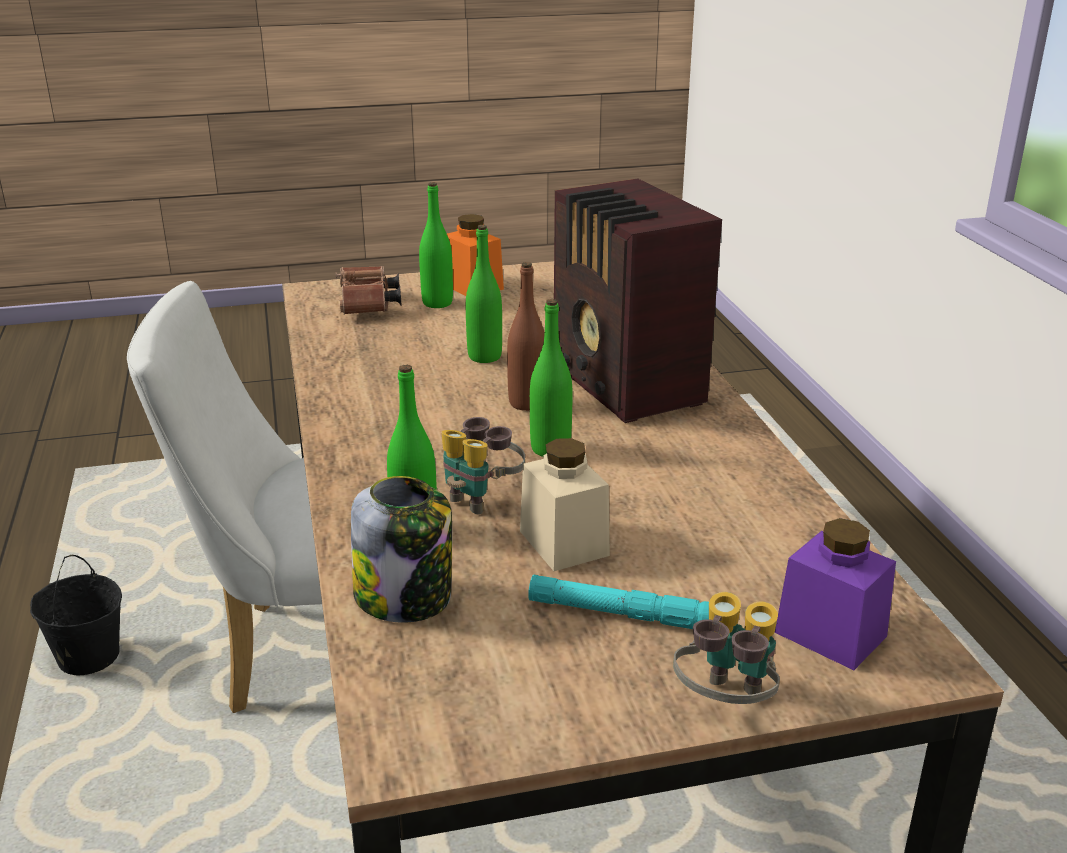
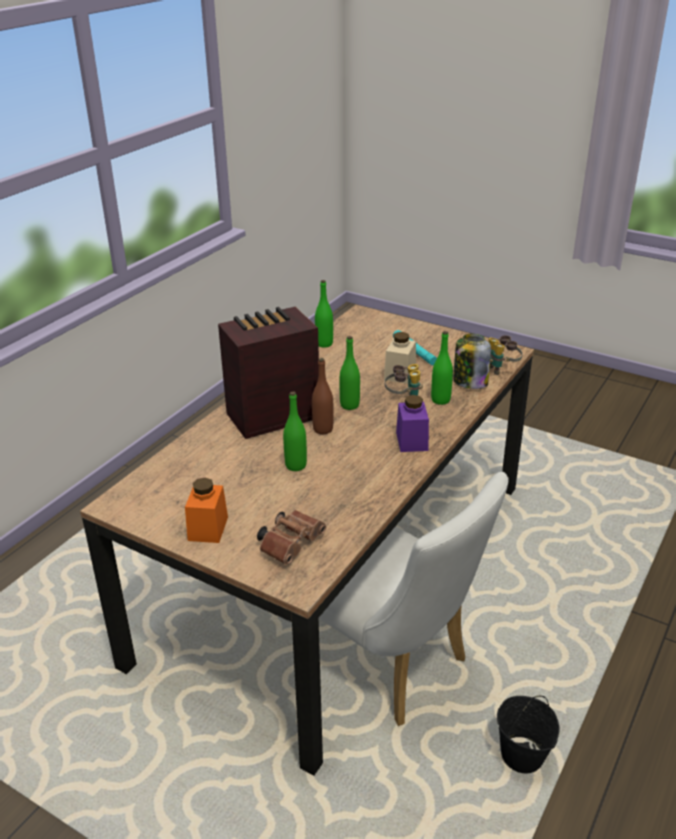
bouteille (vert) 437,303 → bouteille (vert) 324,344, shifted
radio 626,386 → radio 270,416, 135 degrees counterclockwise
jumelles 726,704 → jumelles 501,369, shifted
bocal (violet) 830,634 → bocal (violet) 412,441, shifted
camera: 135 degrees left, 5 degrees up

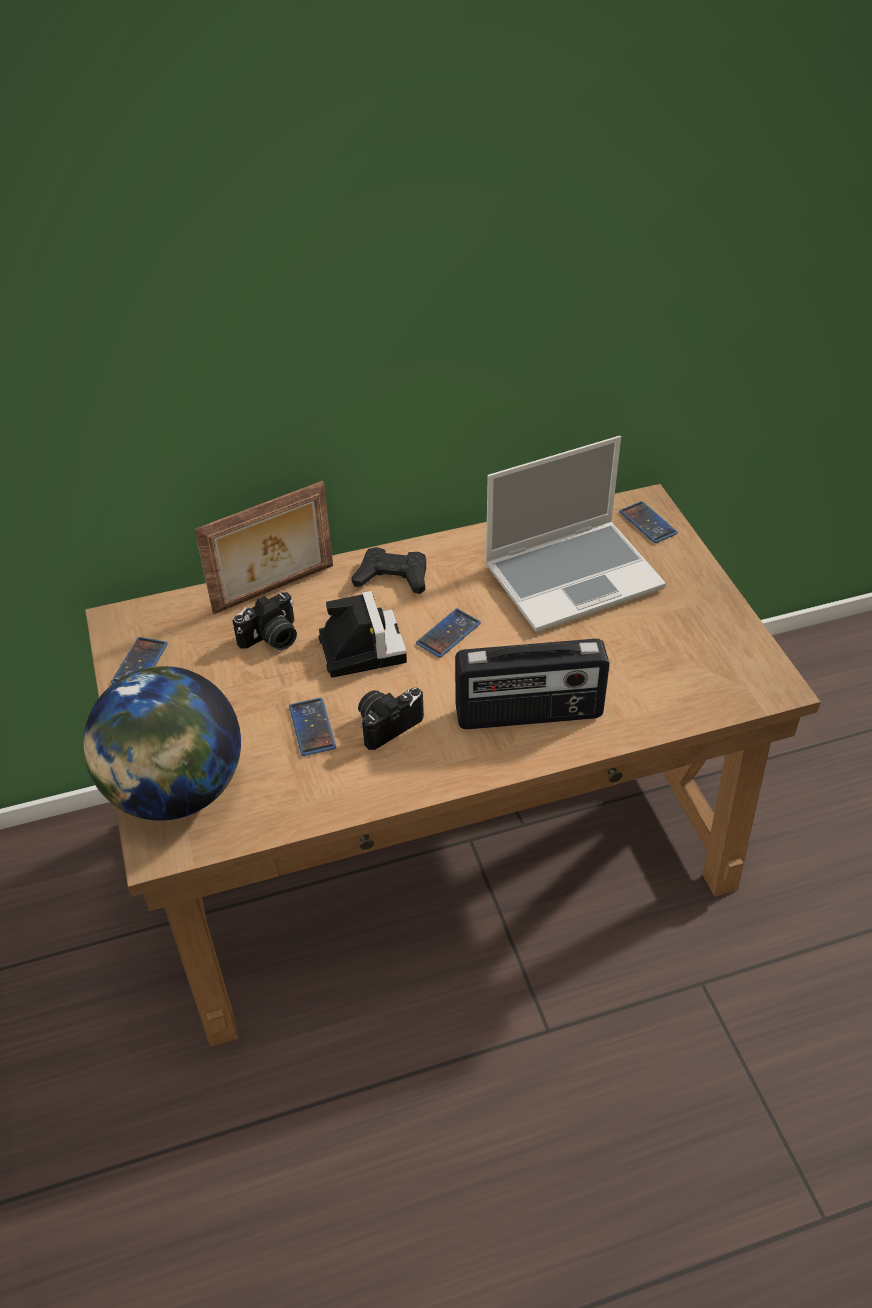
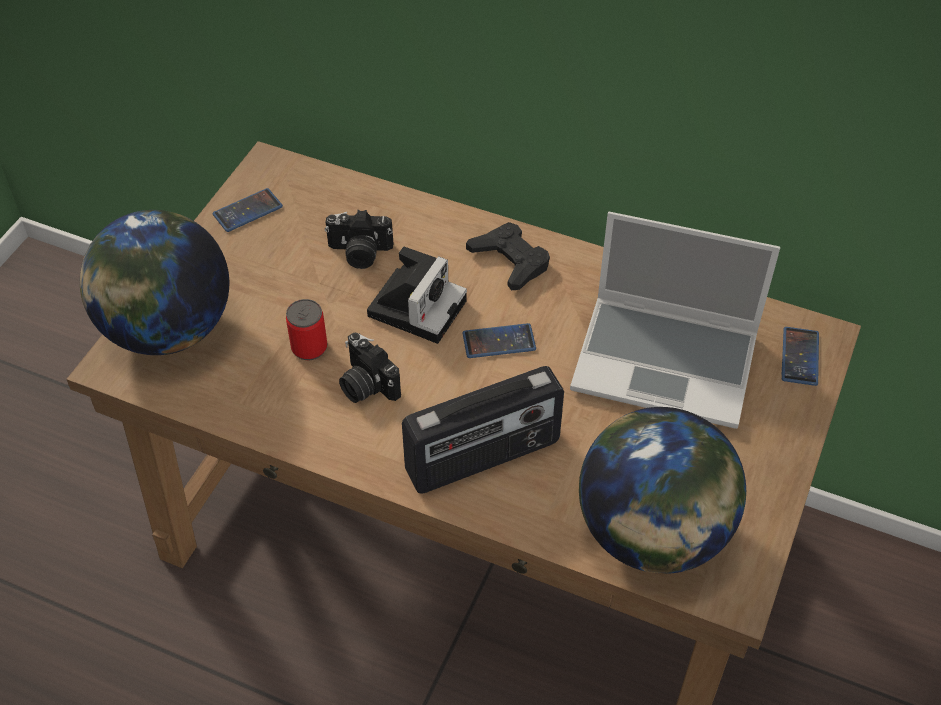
cadre photo 275,590 → -
téléphone 312,727 → boîte métallique 309,348
appareil photo 387,724 → appareil photo 366,385, 135 degrees counterclockwise
radio 529,714 → radio 483,458, 60 degrees counterclockwise
- → globe 653,533
camera: 40 degrees right, 5 degrees up

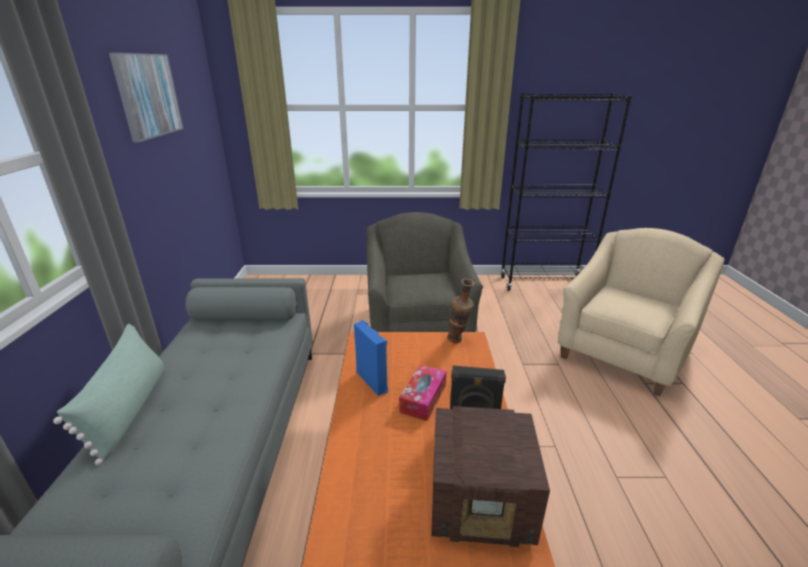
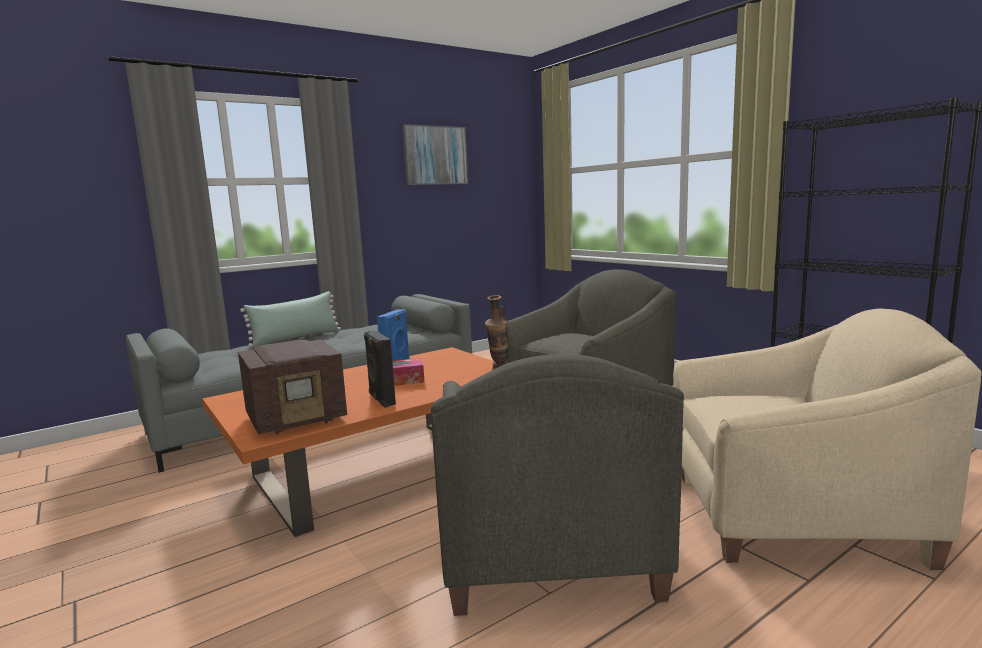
radio 482,503 → radio 298,418, 90 degrees counterclockwise
- → fauteuil (gris) 545,546
camera: 55 degrees right, 15 degrees down

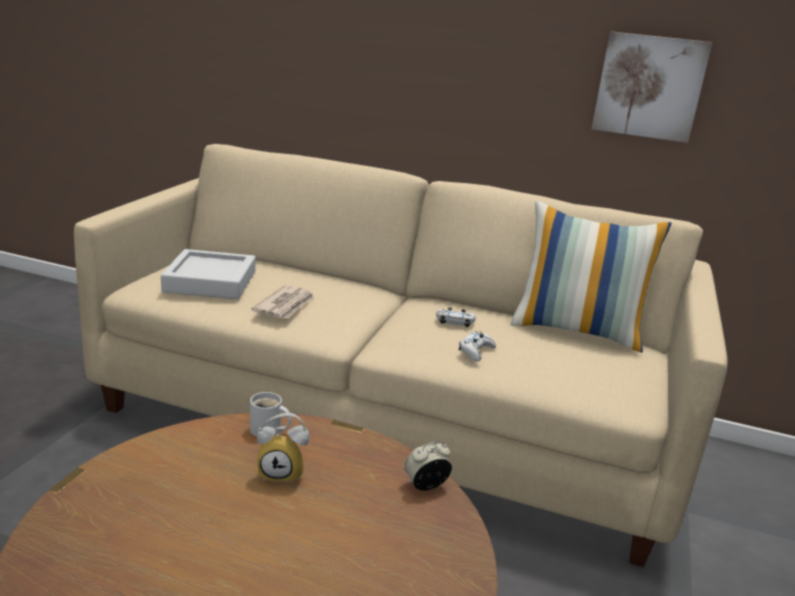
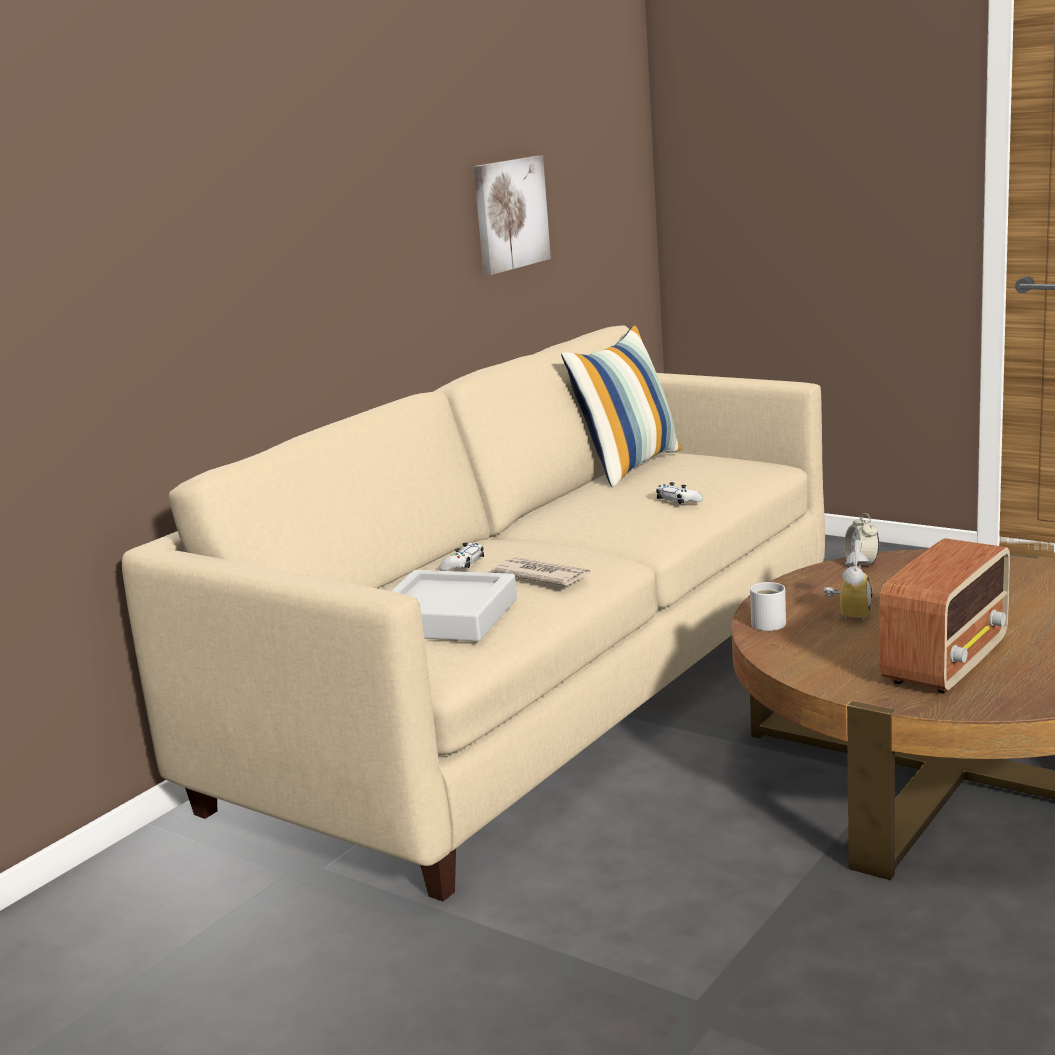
manette (blanc) 454,322 → manette (blanc) 463,564, shifted
- → radio 946,662
camera: 70 degrees left, 5 degrees down

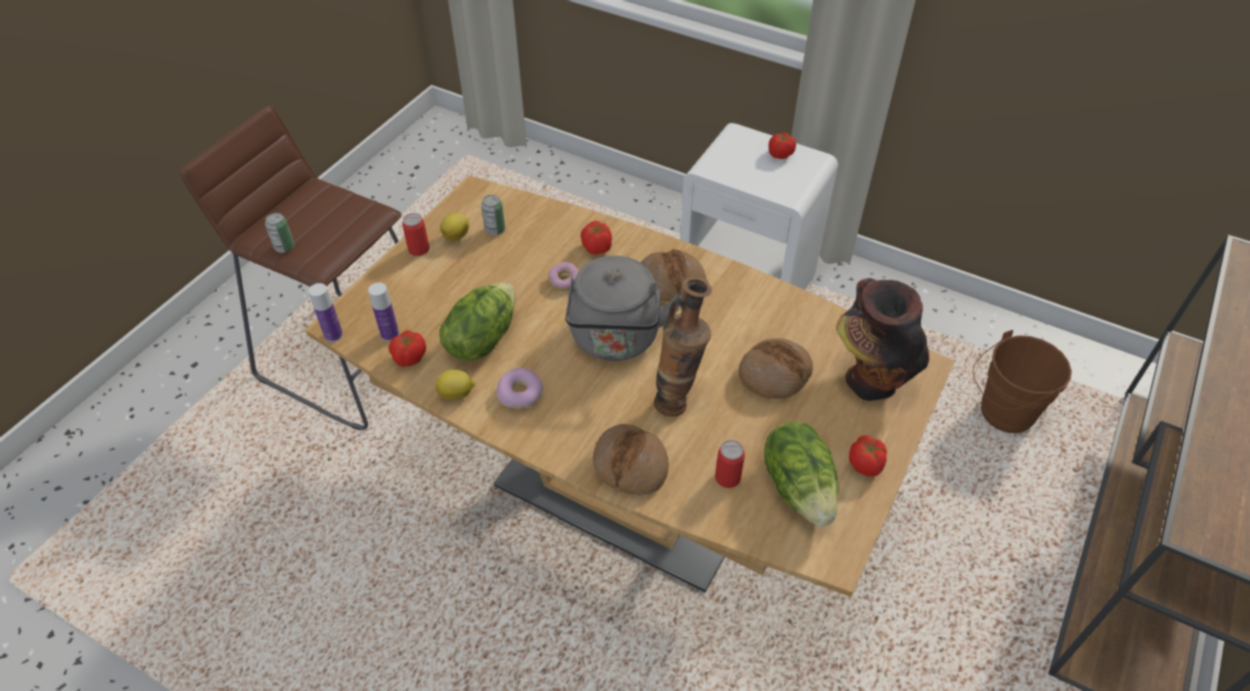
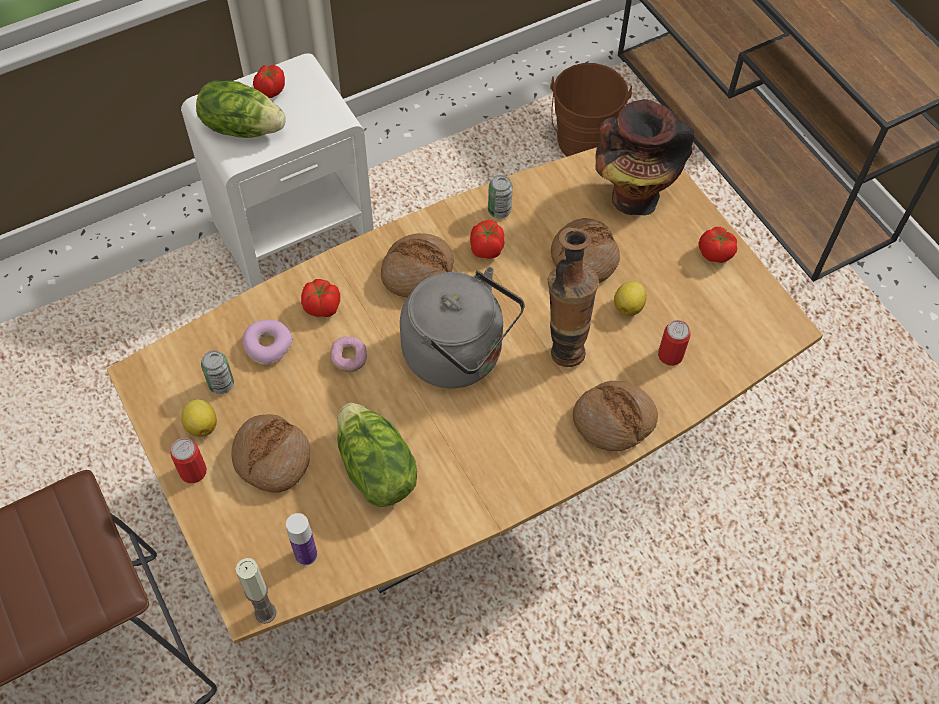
boîte métallique 284,247 → boîte métallique 499,210, shifted
bouteille 333,335 → bougie 265,613
tomate 409,358 → tomate 486,249, shifted
citron 457,394 → citron 629,306, shifted
beignet 520,393 → beignet 268,345, shifted
laitue 799,487 → laitue 242,127, shifted
- → pain 271,458
camera: 60 degrees left, 10 degrees up

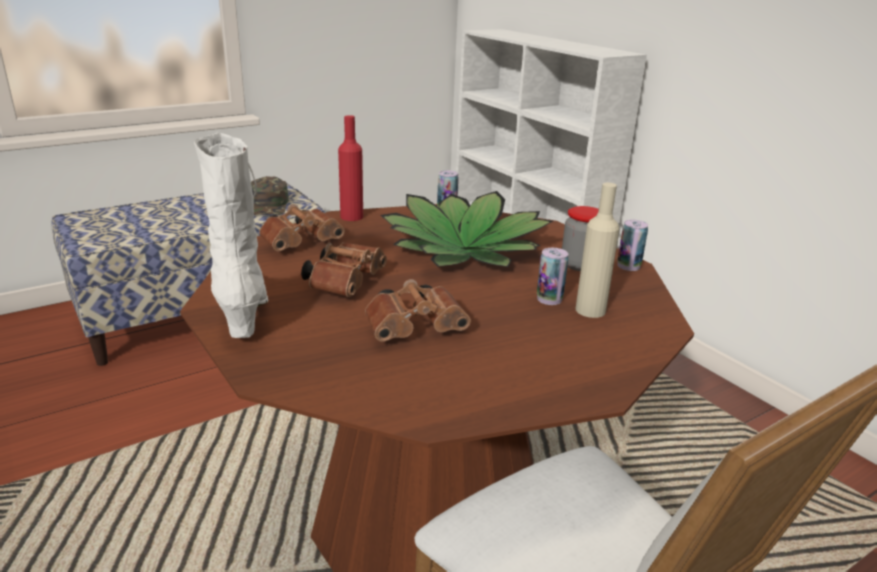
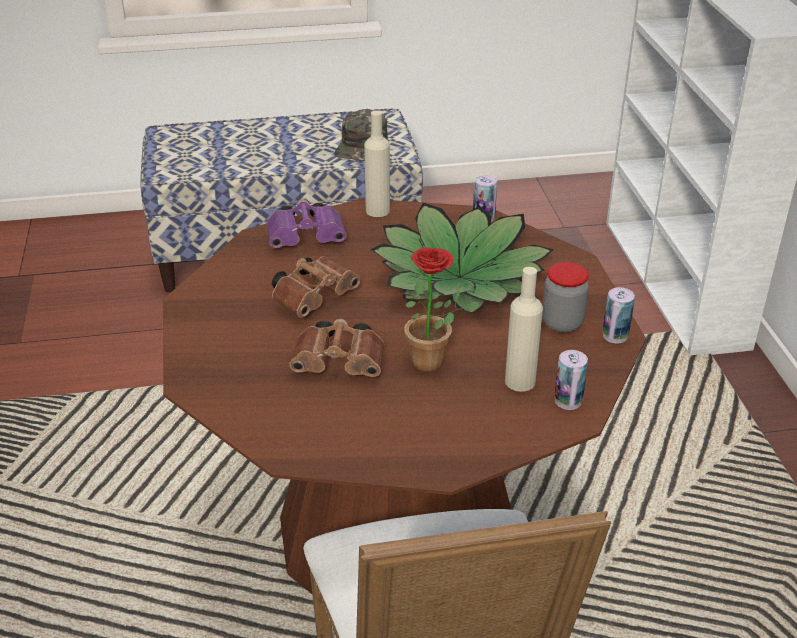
botte (blanc) 243,311 → -
jumelles (marron) 303,243 → jumelles (violet) 308,239
bouteille (rouge) 351,216 → bouteille (beige) 377,210
boîte métallique 549,299 → boîte métallique 568,401, shifted
- → plante en pot 434,362
camera: 25 degrees right, 10 degrees up

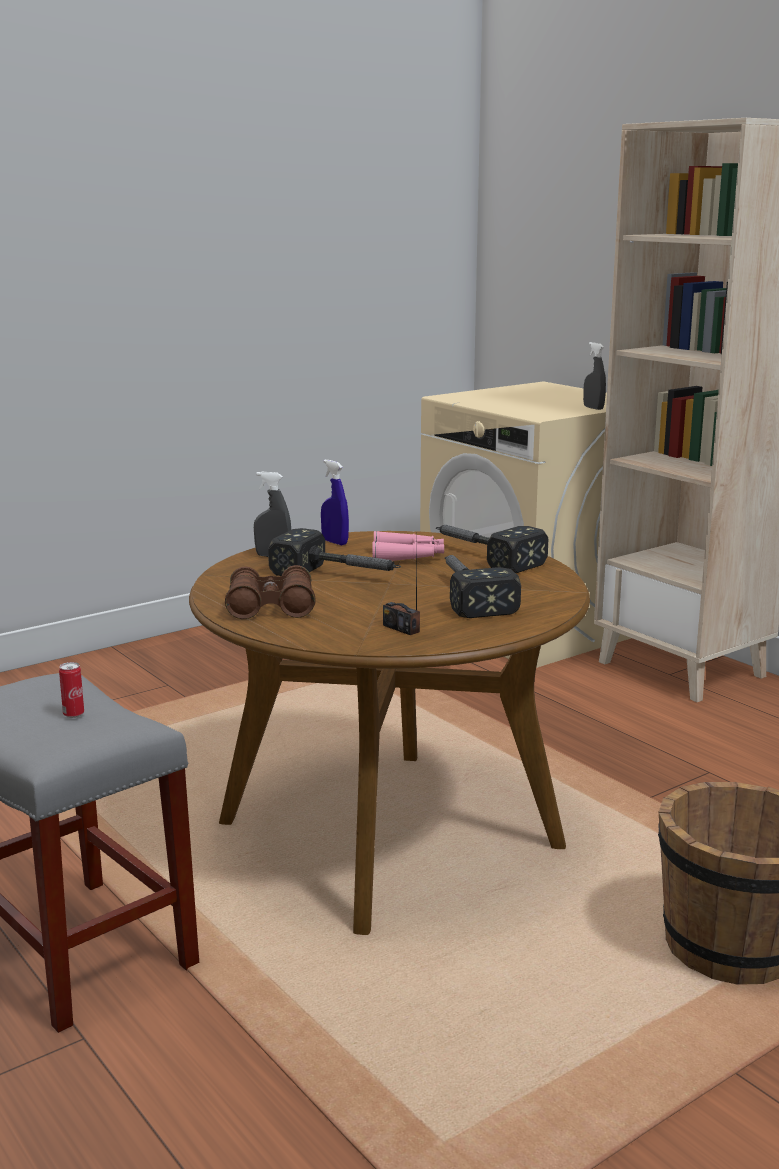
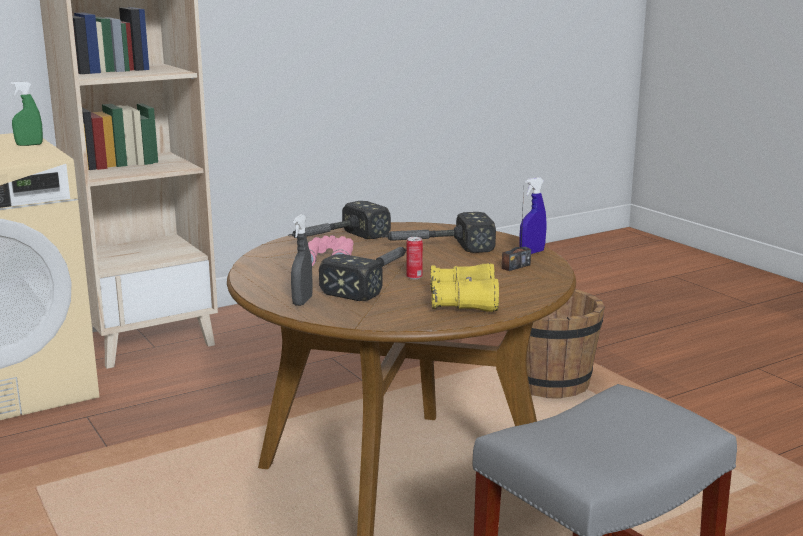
boîte métallique 73,714 → boîte métallique 414,277, shifted
jumelles (marron) 271,607 → jumelles (jaune) 463,302
vaporisateur (bleu) 334,542 → vaporisateur (bleu) 532,252, shifted
vaporisateur (gris) 593,408 → vaporisateur (vert) 29,145
camera: 85 degrees left, 0 degrees up

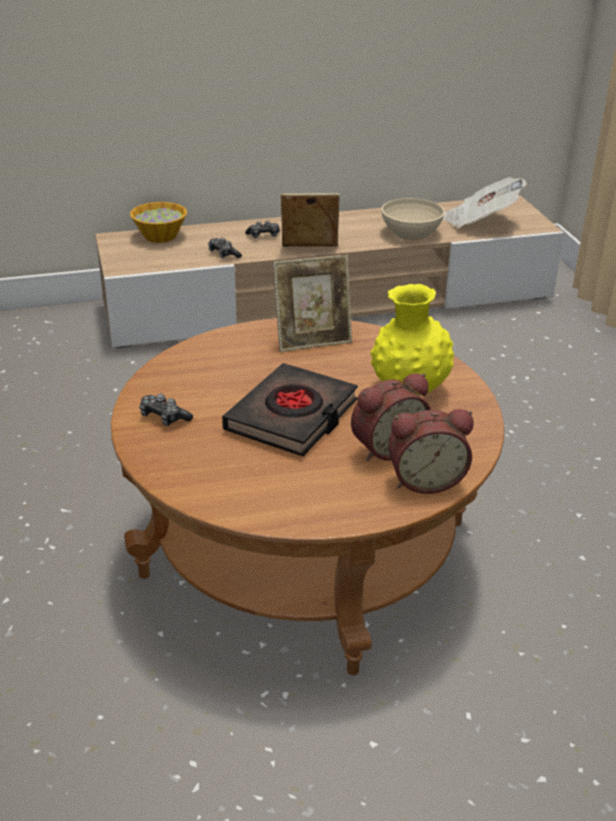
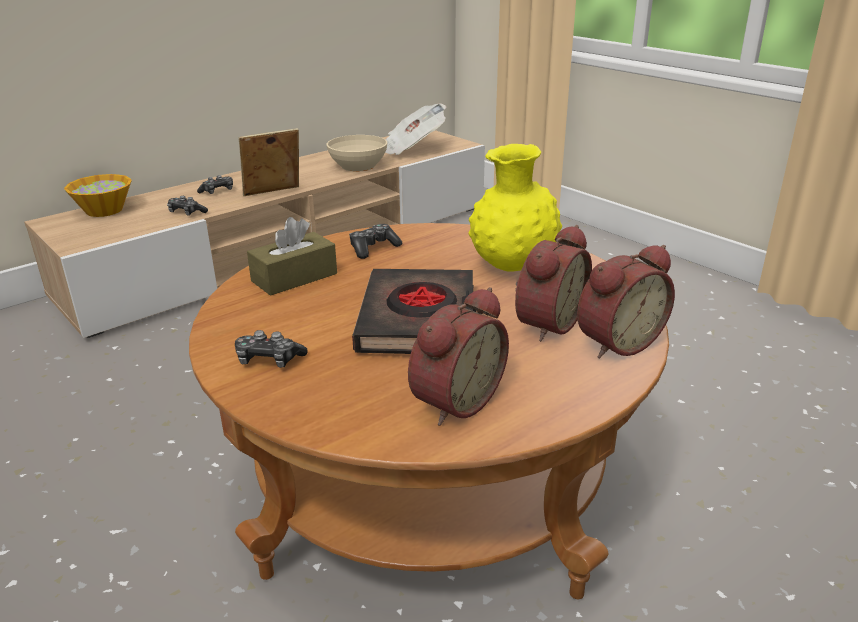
cadre photo 312,340 → manette 373,248
- → boîte à mouchoirs (marron) 294,277
- → réveil 453,401
camera: 25 degrees left, 5 degrees down

